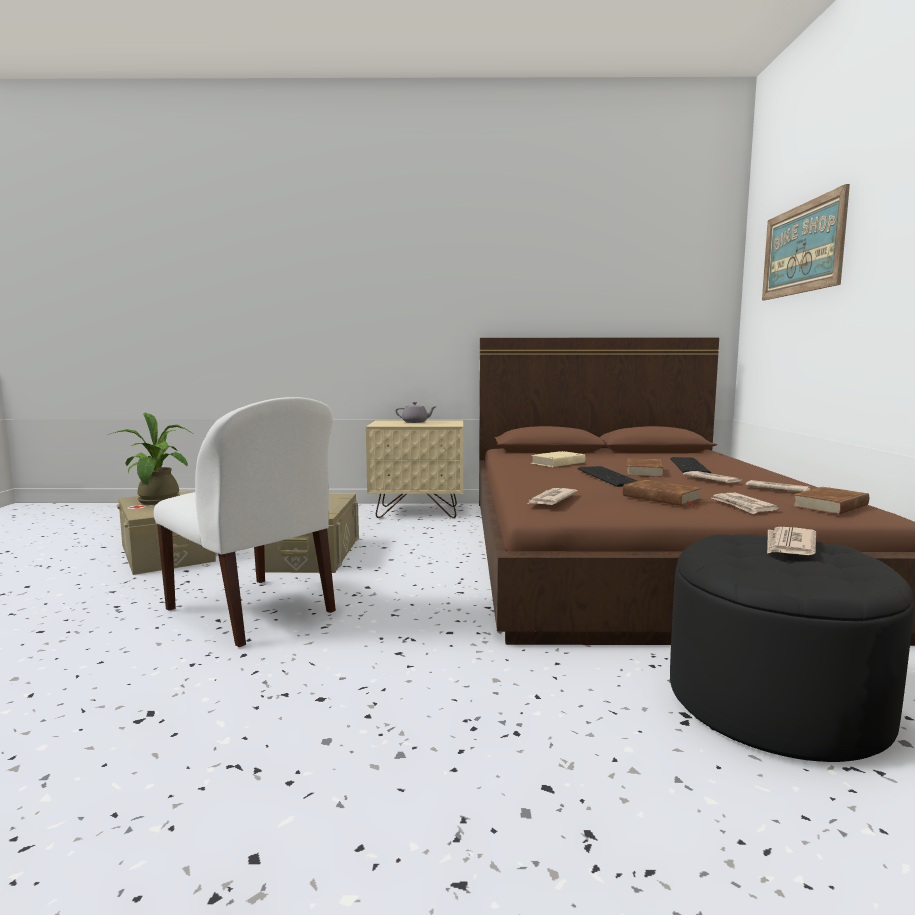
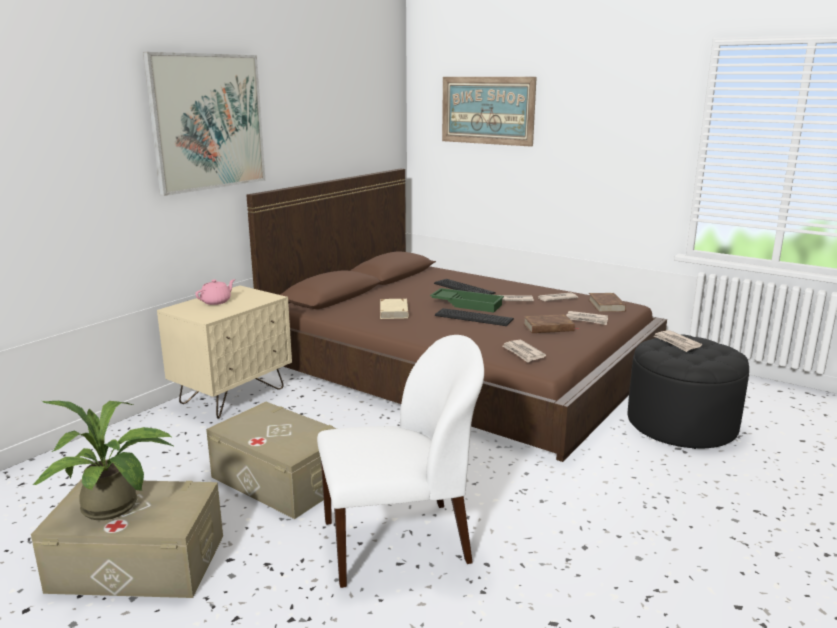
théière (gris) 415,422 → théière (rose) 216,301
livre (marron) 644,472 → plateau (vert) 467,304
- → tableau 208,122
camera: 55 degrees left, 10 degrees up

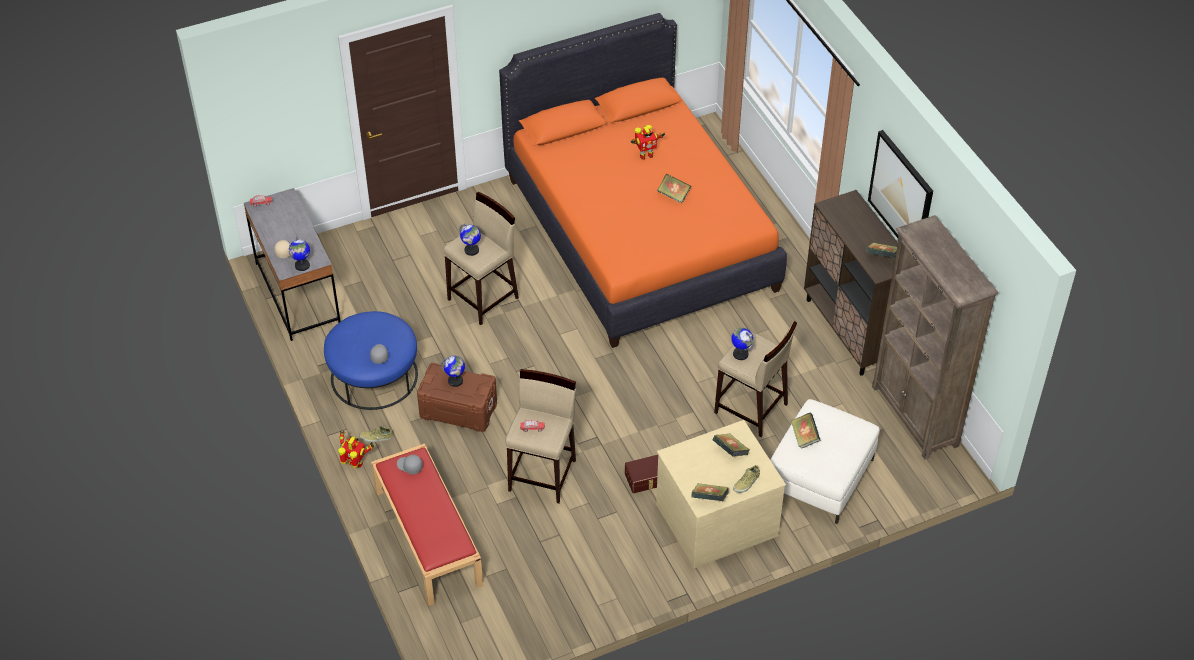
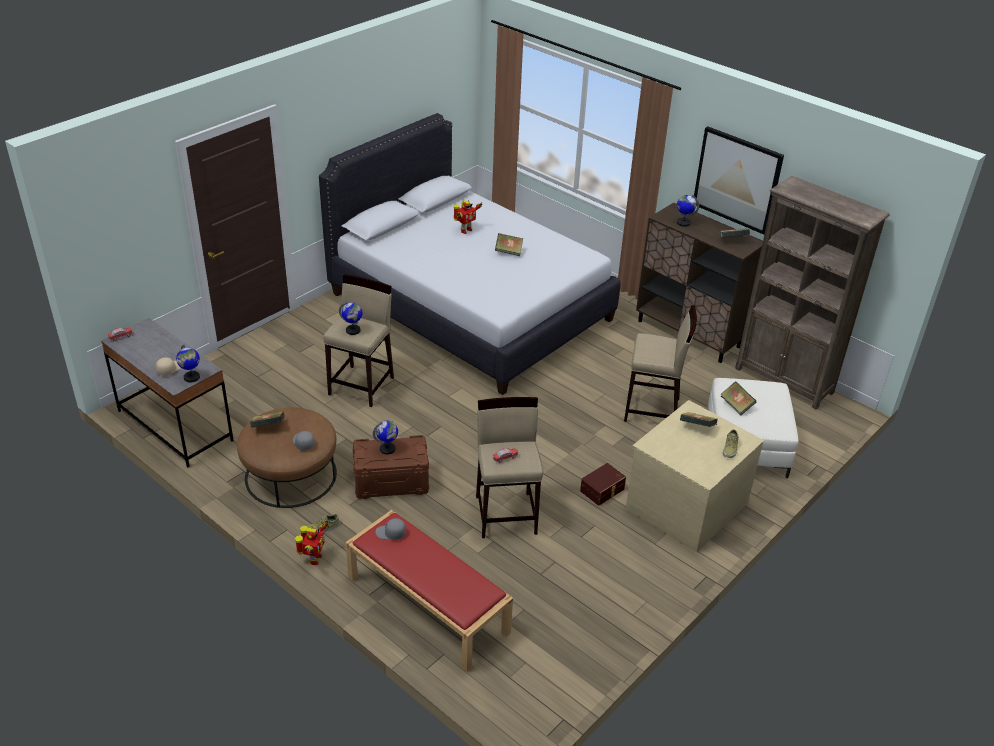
pouf (bleu) 374,376 → pouf (marron) 290,475
robot jouet 355,464 → robot jouet 314,559, 105 degrees clockwise
lit (orange) 639,233 → lit (blanc) 470,306
livre 709,499 → livre 268,427, shifted
globe 740,354 → globe 683,223, shifted
camera: 25 degrees left, 10 degrees down

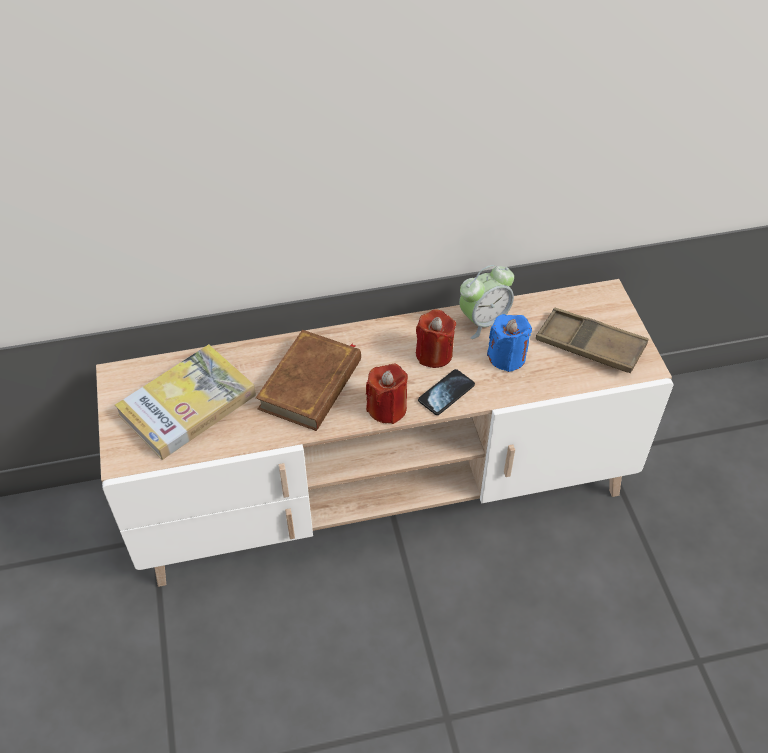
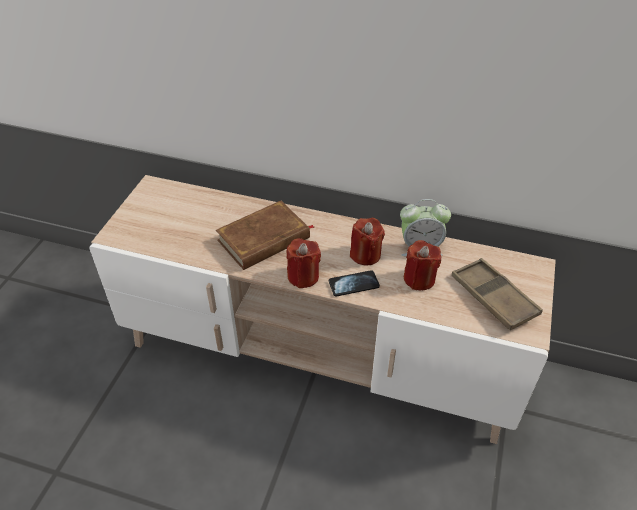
livre 187,404 → -
bougie (bleu) 507,357 → bougie (rouge) 419,279
camera: 30 degrees right, 5 degrees down

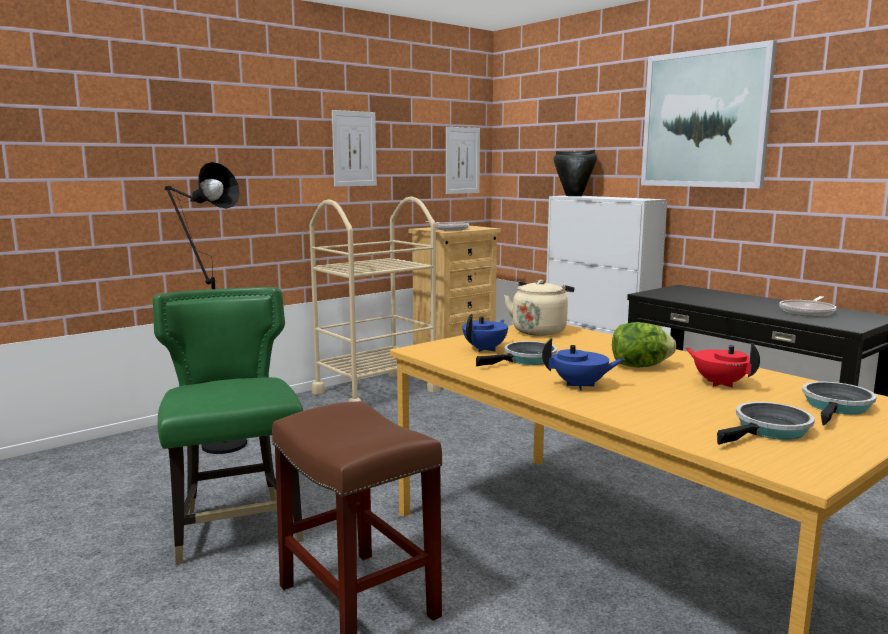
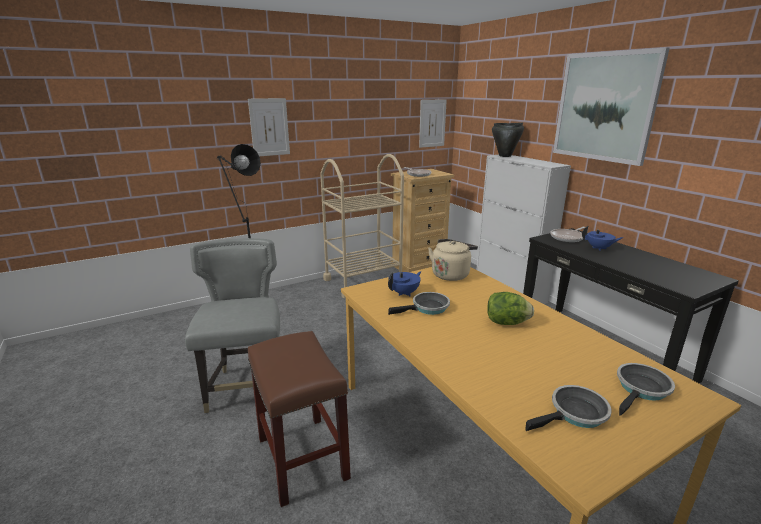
chaise (vert) 238,528 → chaise (gris) 248,388
tableau 354,149 → tableau 269,127, shifted
théière (bleu) 580,386 → théière (bleu) 599,248, shifted
théière (rouge) 719,383 → -
poêle 808,311 → poêle 568,237, shifted
camera: 10 degrees right, 10 degrees up

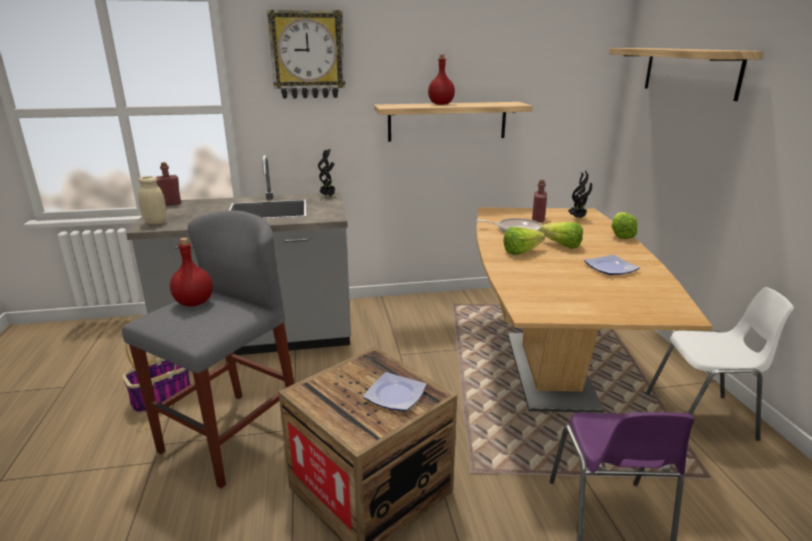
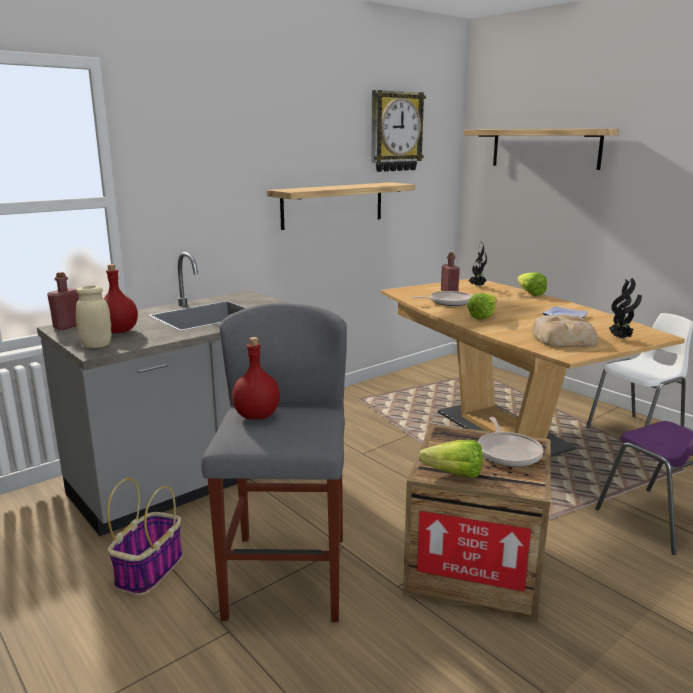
horloge murale 308,55 → horloge murale 395,131, shifted
plante en pot 328,196 → plante en pot 621,339, shifted
assiette 396,395 → poêle 508,452
bouteille (rouge) 440,104 → bouteille (rouge) 118,331, shifted
laitue 558,244 → laitue 449,474, shifted
- → pain 564,338
camera: 30 degrees left, 5 degrees down

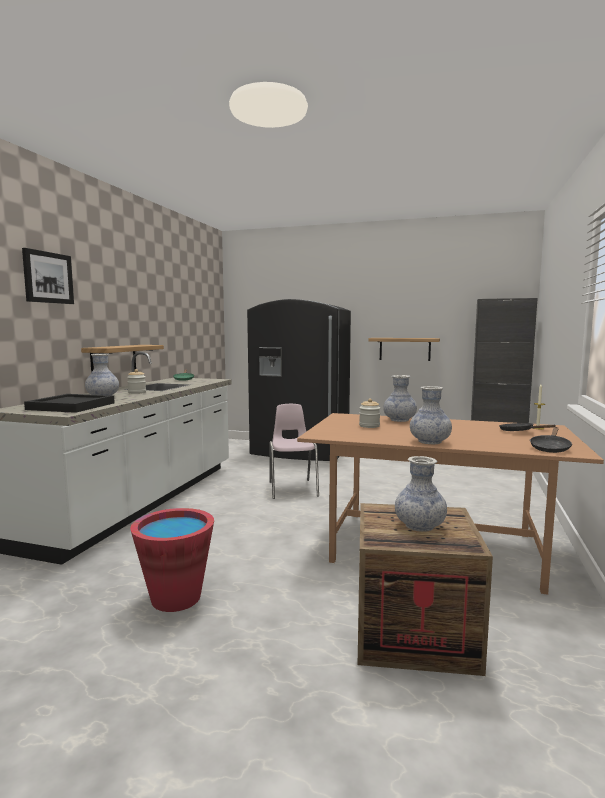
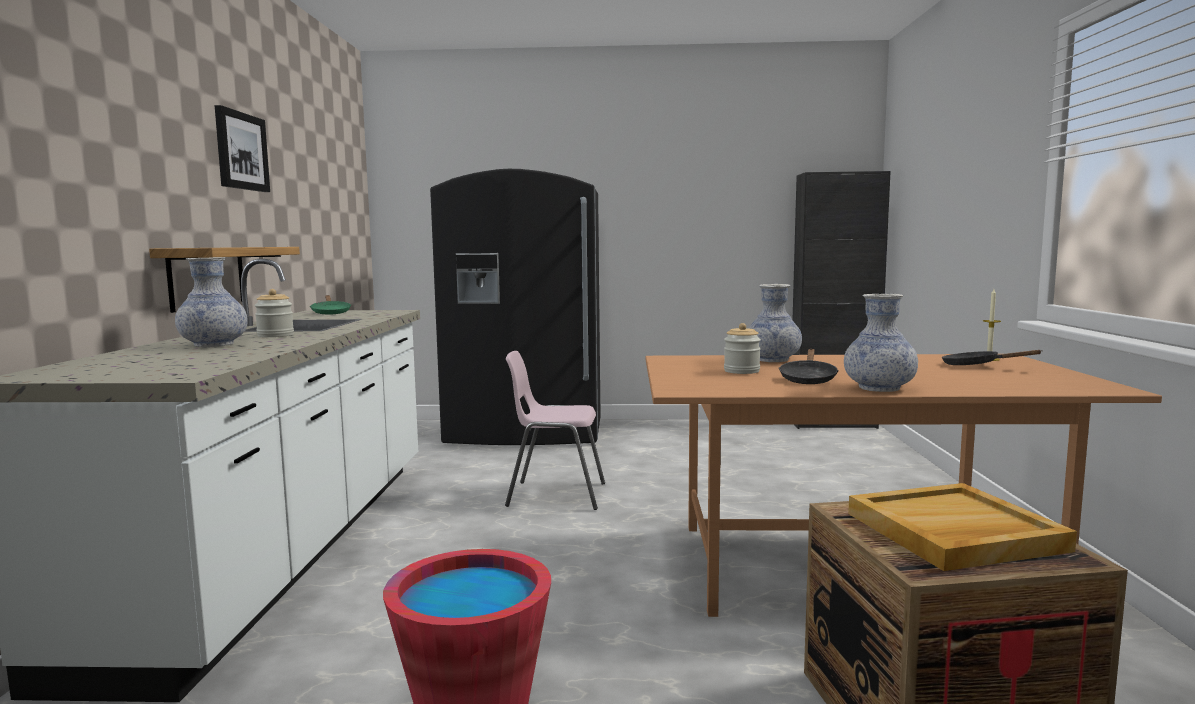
tableau 48,277 → tableau 241,151, shifted
plateau (noir) 70,406 → -
chaise (rose) 292,489 → chaise (rose) 555,495, 60 degrees counterclockwise
étagère 404,349 → -
vase 419,526 → plateau (beige) 953,532
poêle (noir) 550,448 → poêle (noir) 807,379, shifted
camera: 15 degrees left, 0 degrees up

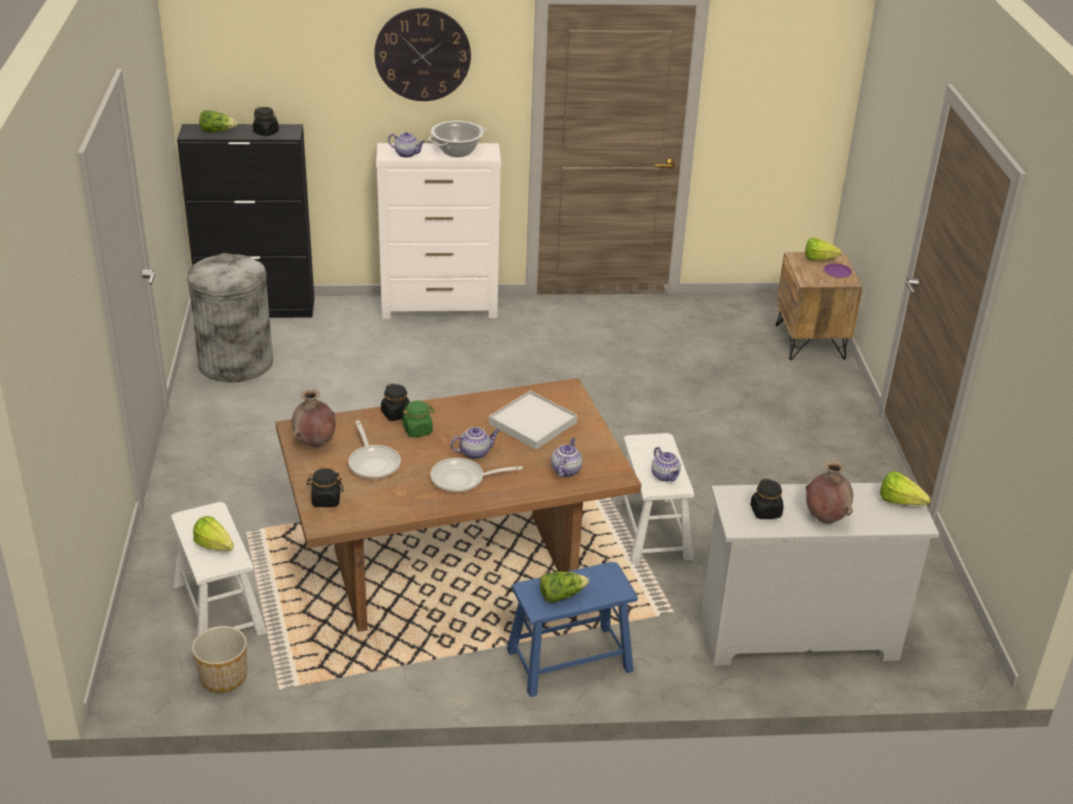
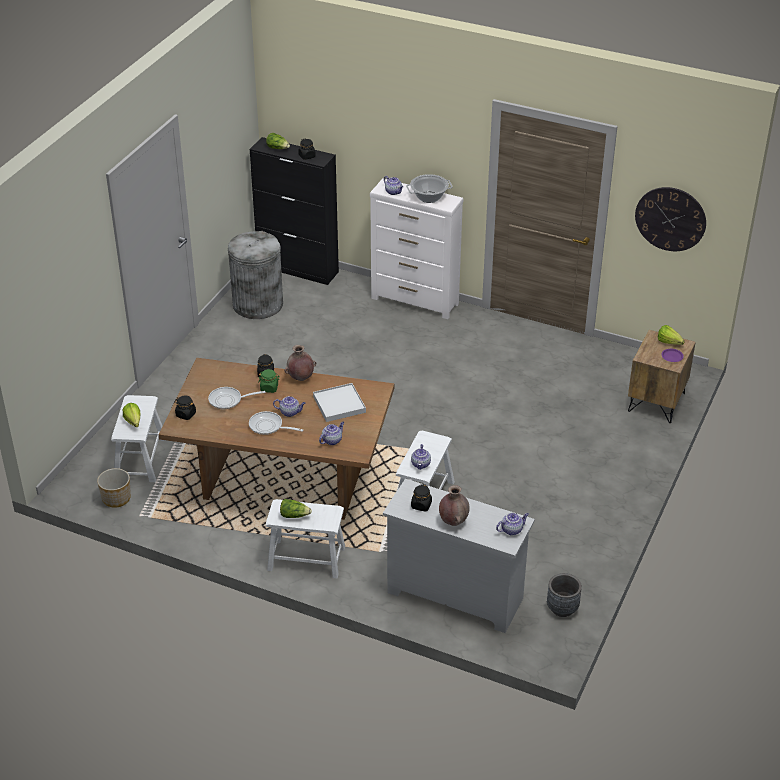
vase (marron) 315,444 → vase (marron) 300,378, shifted
poêle 373,463 → poêle 228,400, 75 degrees clockwise
horloge murale 422,54 → horloge murale 670,219, shifted
tabouret (bleu) 569,660 → tabouret (blanc) 306,558
laitue 903,504 → théière 512,530
- → cache-pot (gris) 562,608
camera: 30 degrees right, 5 degrees up

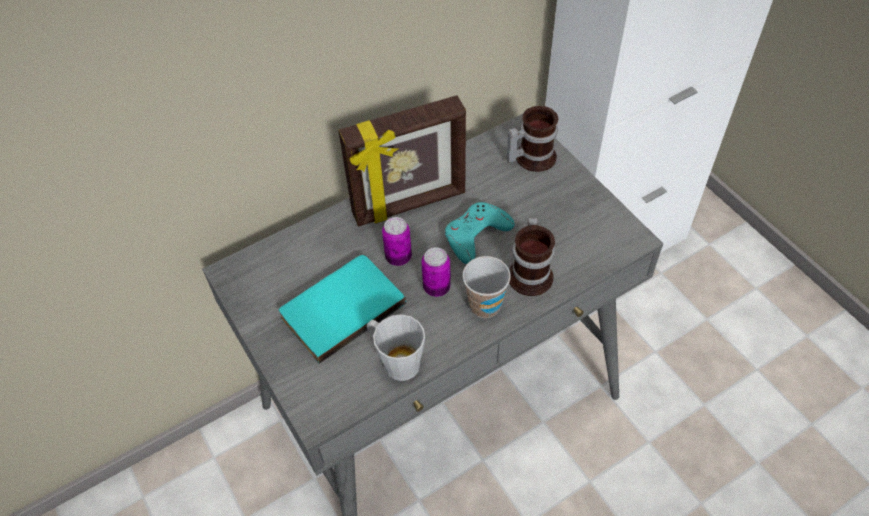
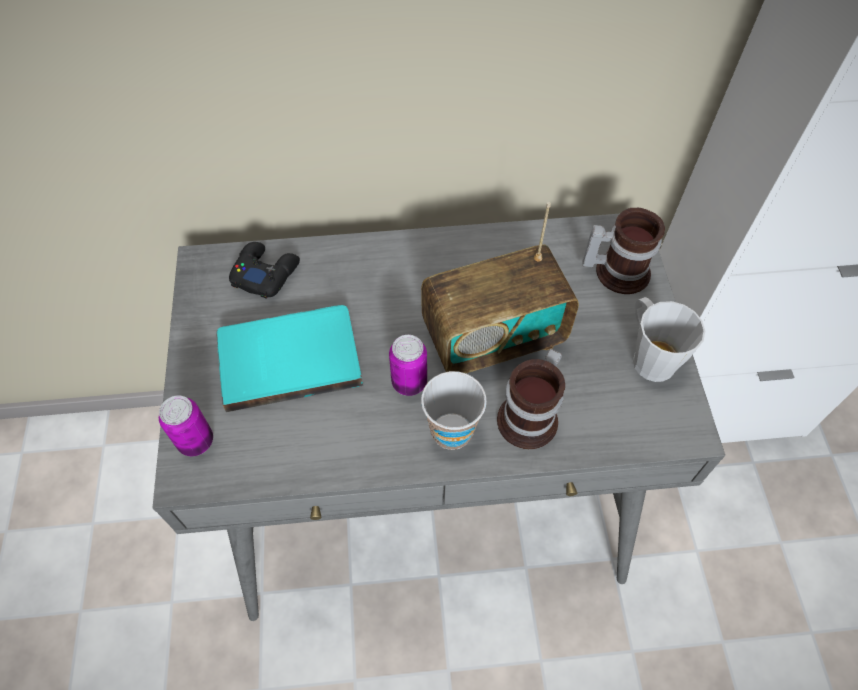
cadre photo 409,205 → -
mug (gris) 396,361 → mug (gris) 649,356, shifted
boîte métallique 398,257 → boîte métallique 196,441, shifted
manette (turquoise) 476,235 → radio 493,339
- → manette (noir) 265,273
camera: 25 degrees right, 5 degrees up

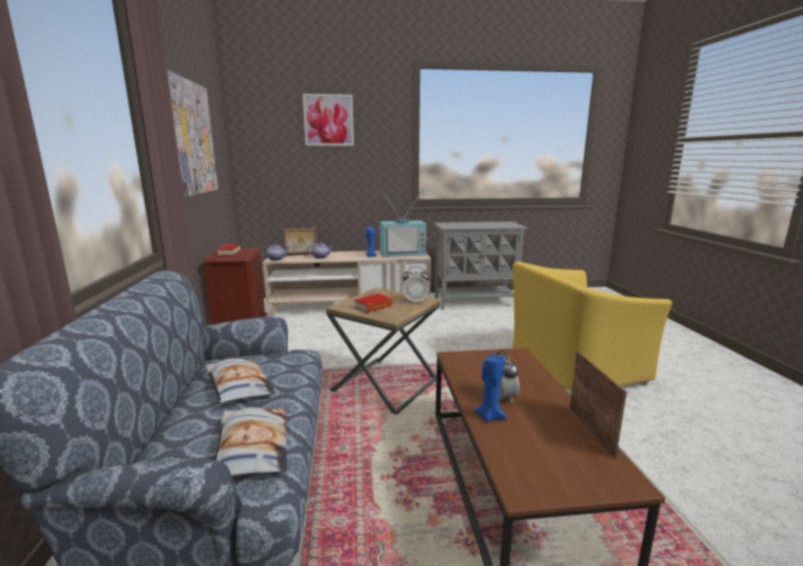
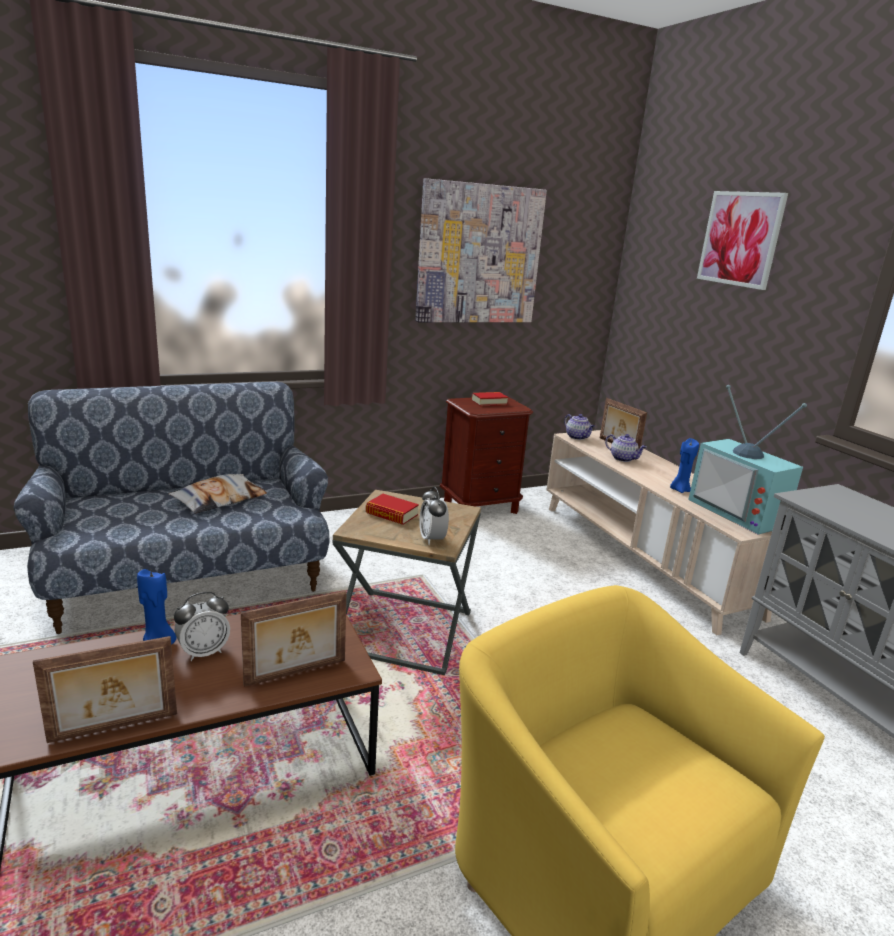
coussin 252,447 → -
- → cadre photo 296,673
camera: 70 degrees right, 5 degrees up

